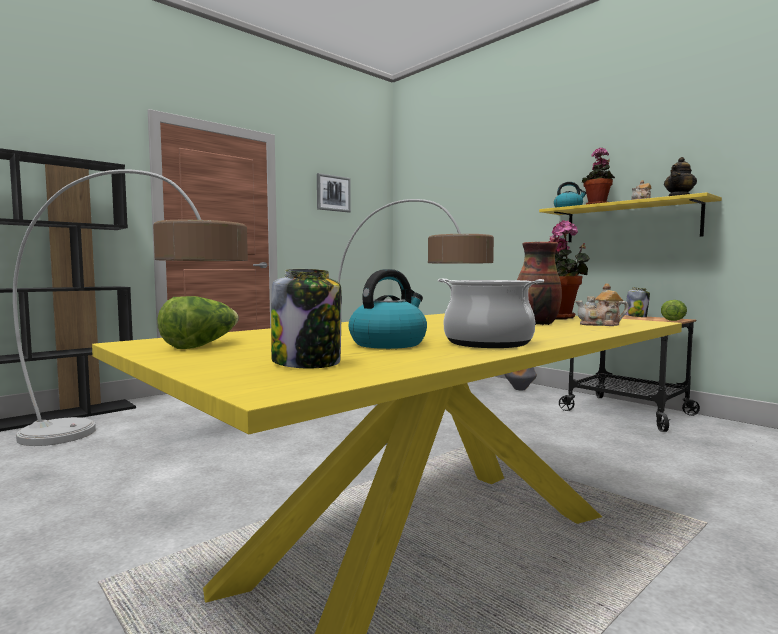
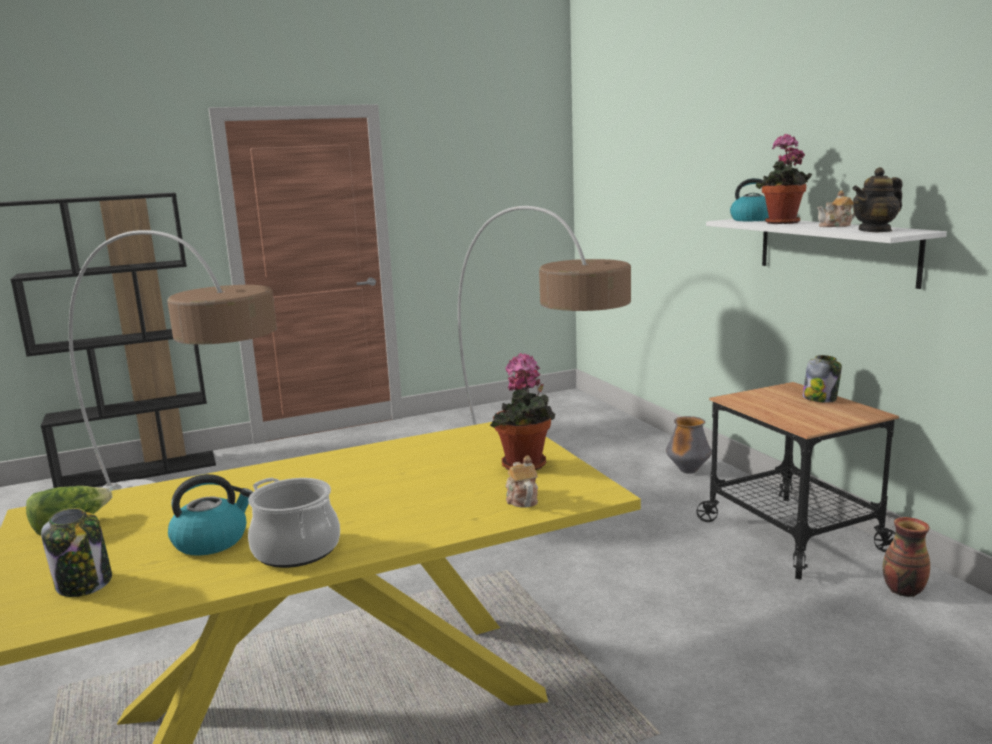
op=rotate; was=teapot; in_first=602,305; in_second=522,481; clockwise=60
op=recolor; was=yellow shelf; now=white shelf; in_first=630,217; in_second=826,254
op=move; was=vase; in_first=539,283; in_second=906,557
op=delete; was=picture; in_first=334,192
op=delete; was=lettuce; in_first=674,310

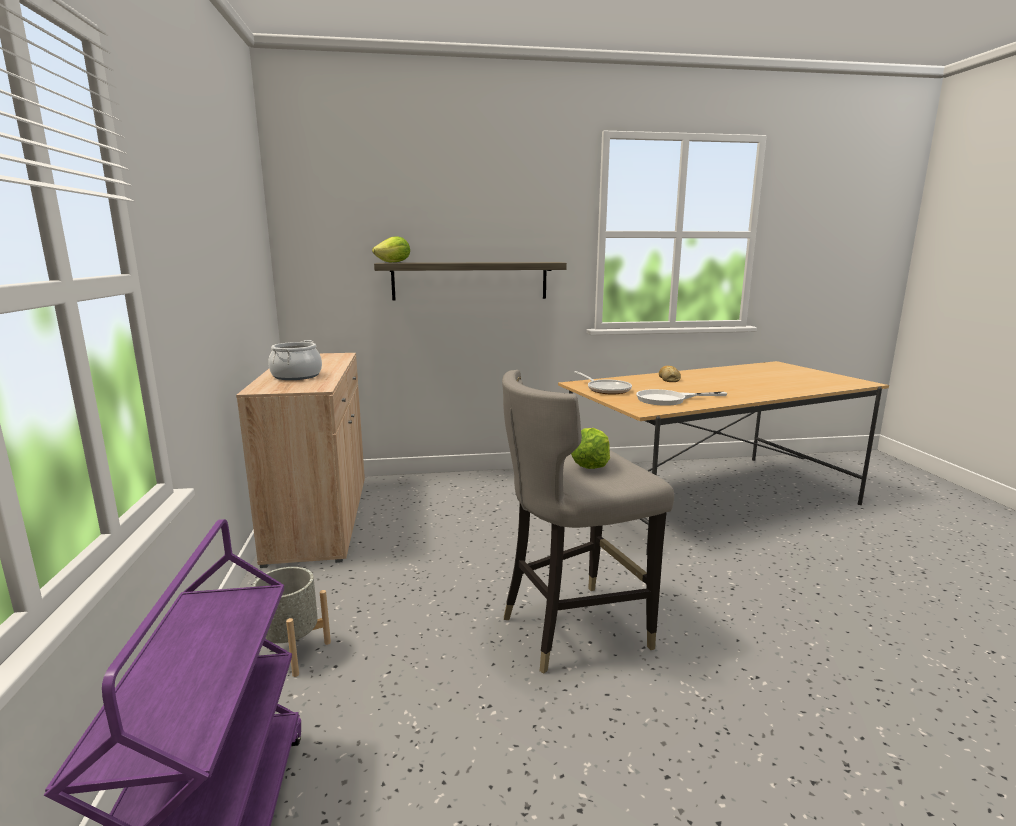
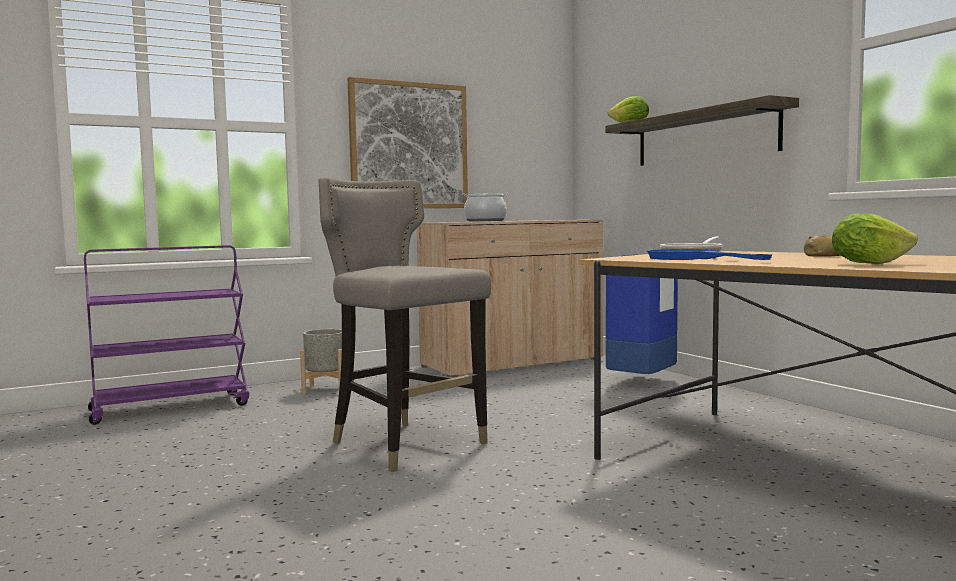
op=insert; now=picture; in_second=408,142
op=insert; now=blue trash can; in_second=642,314
op=recolor; was=white frying pan; now=blue frying pan; in_first=682,397; in_second=709,254
op=move; was=lettuce; in_first=590,448; in_second=875,238

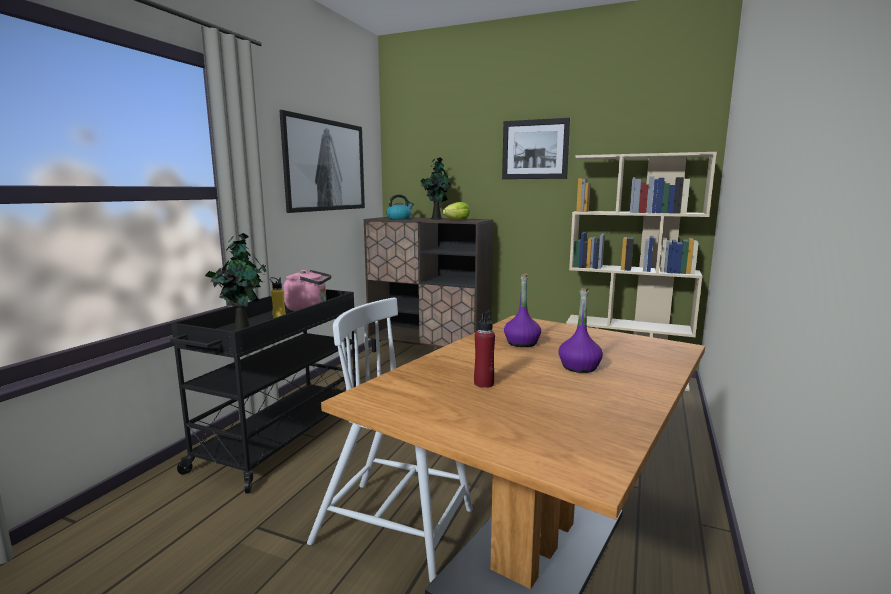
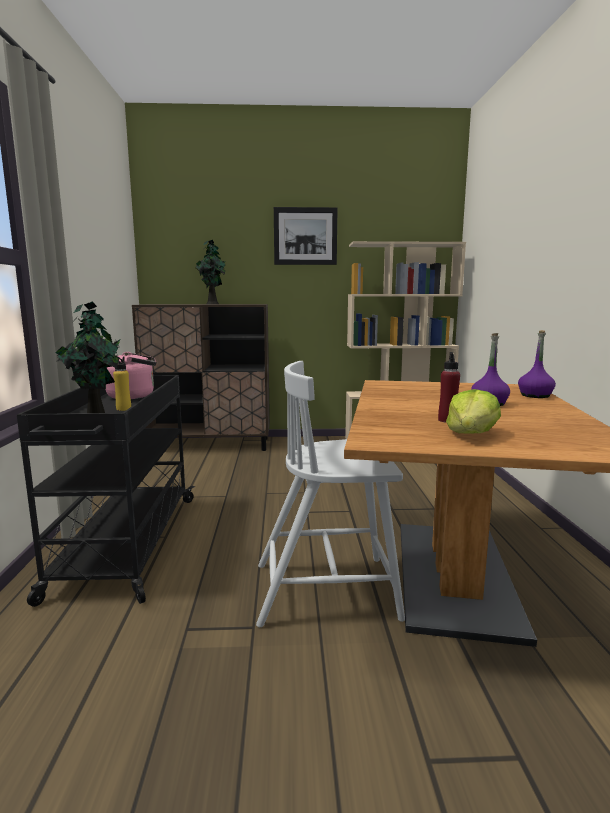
op=move; was=lettuce; in_first=456,211; in_second=473,411
op=move; was=purple bottle; in_first=522,310; in_second=537,364
op=delete; was=picture; in_first=322,161
op=delete; was=kettle; in_first=400,206

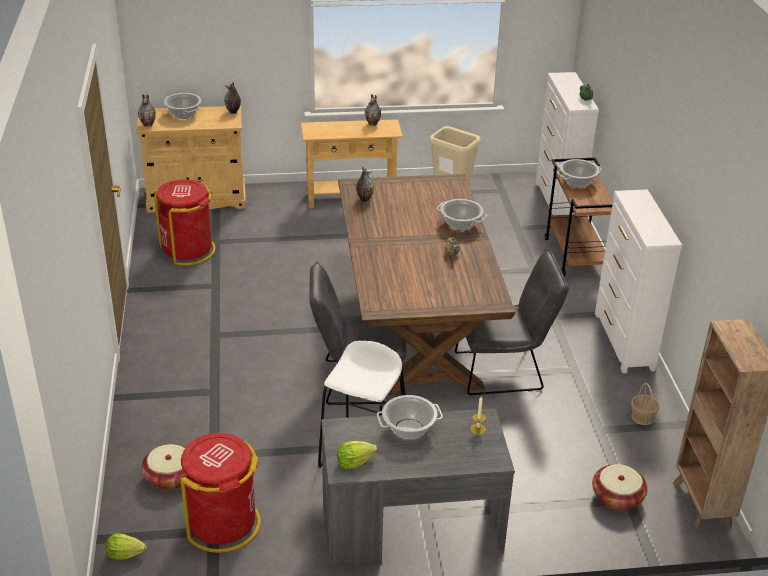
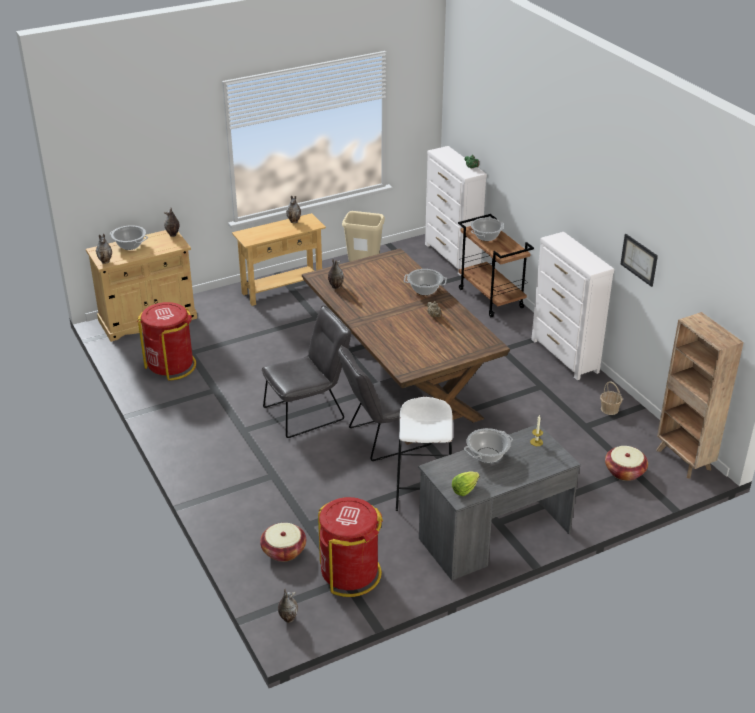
op=move; was=grey chair; in_first=512,322; in_second=306,371
op=replace; was=lettuce; now=vase; in_first=126,546; in_second=288,606
op=insert; now=picture; in_second=639,260

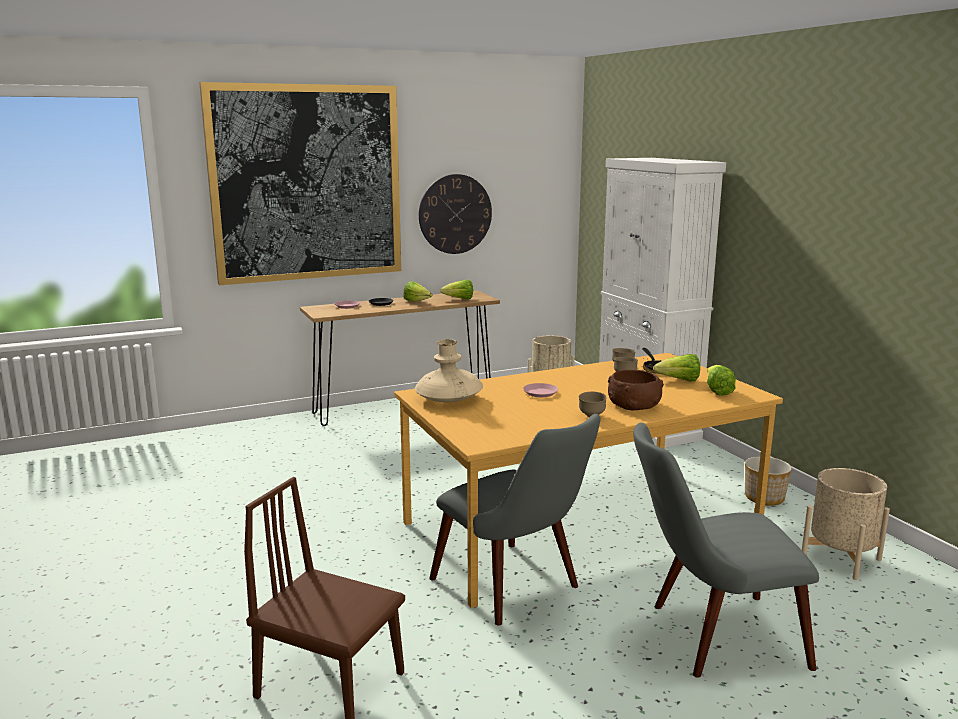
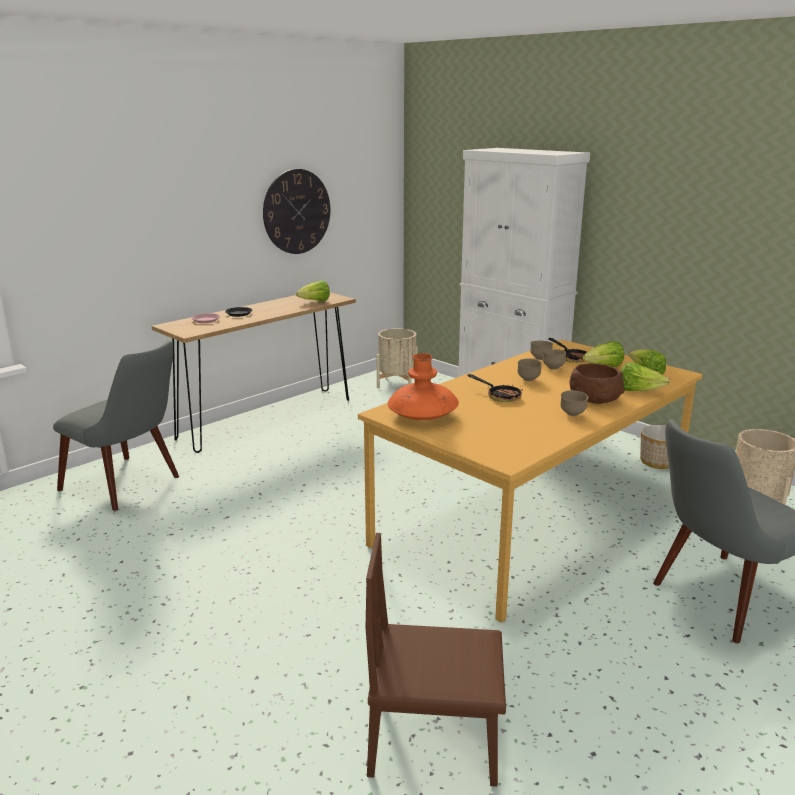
op=move; was=grey chair; in_first=514,520; in_second=116,426
op=recolor; was=beige vase; now=orange vase; in_first=449,370; in_second=423,386
op=replace; was=pink plate; now=frying pan; in_first=540,390; in_second=495,388
op=insert; now=brown bowl; in_second=530,370
op=move; was=lettuce; in_first=418,291; in_second=645,376
op=delete; was=picture; in_first=300,183

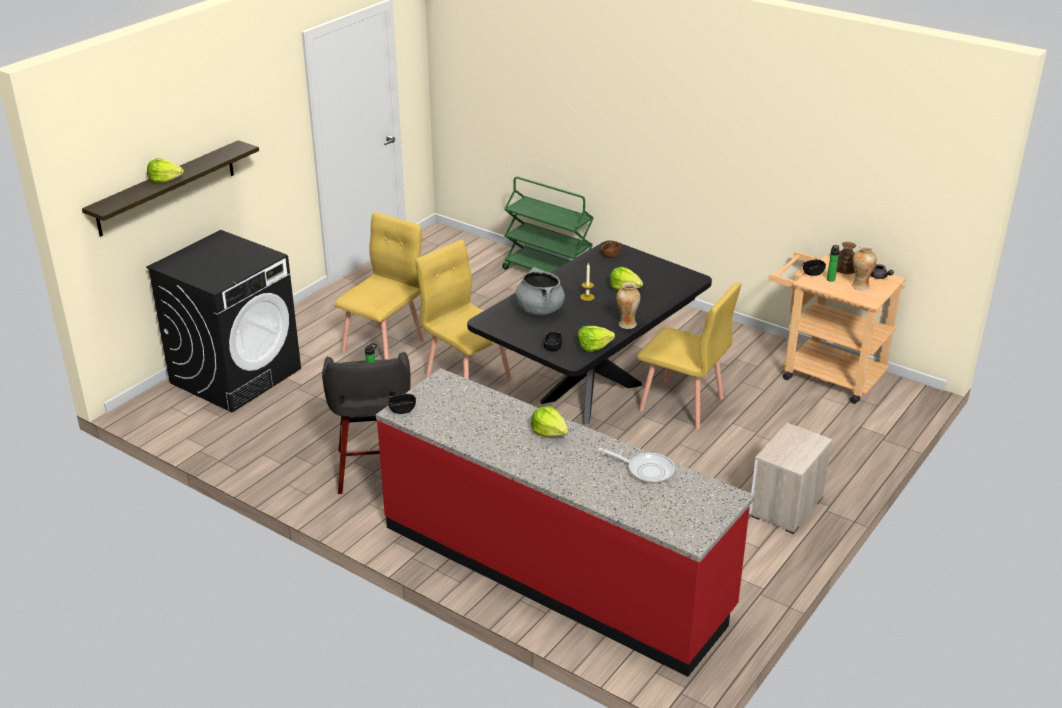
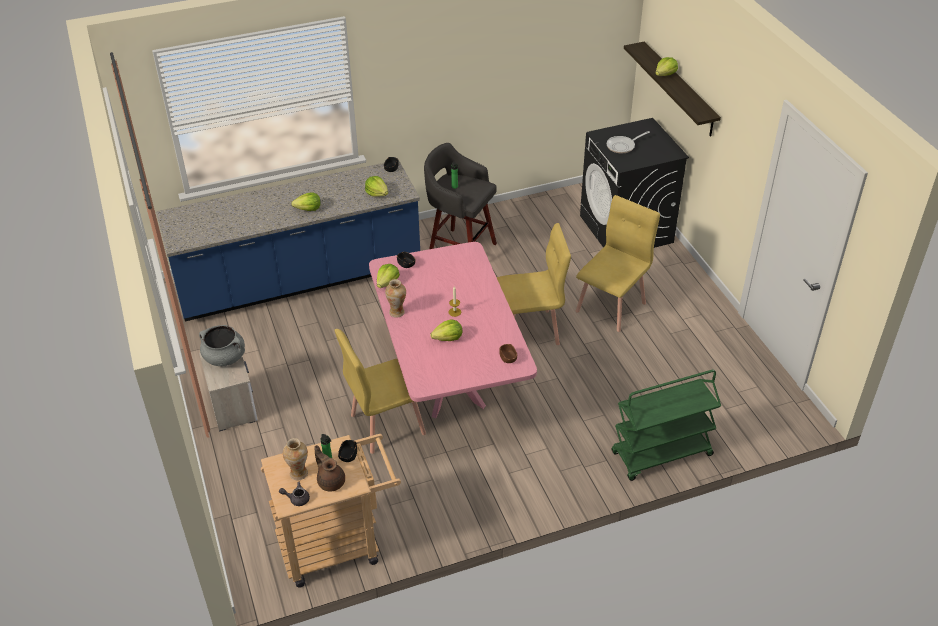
op=recolor; was=red counter; now=blue counter; in_first=565,522; in_second=288,241
op=move; was=grey cooking pot; in_first=540,291; in_second=222,345
op=insert; now=lettuce; in_second=376,186
op=recolor; was=black dining table; now=pink dining table; in_first=589,332; in_second=453,330
op=rotate; was=yellow chair; in_first=379,286; in_second=618,263; clockwise=-120
op=move; was=frying pan; in_first=636,465; in_second=628,142

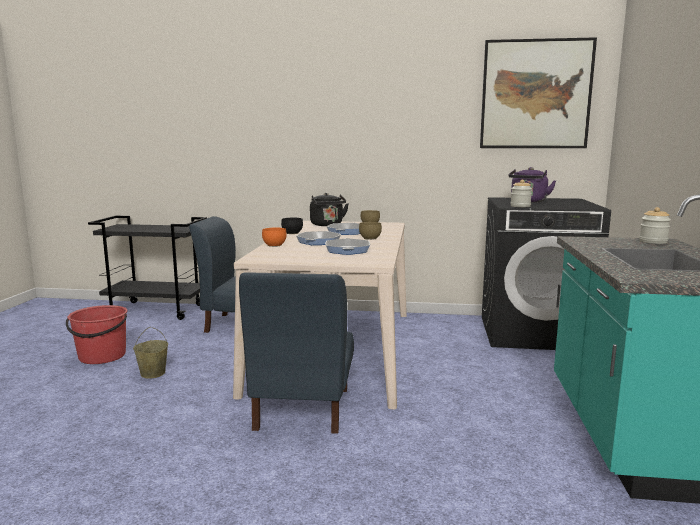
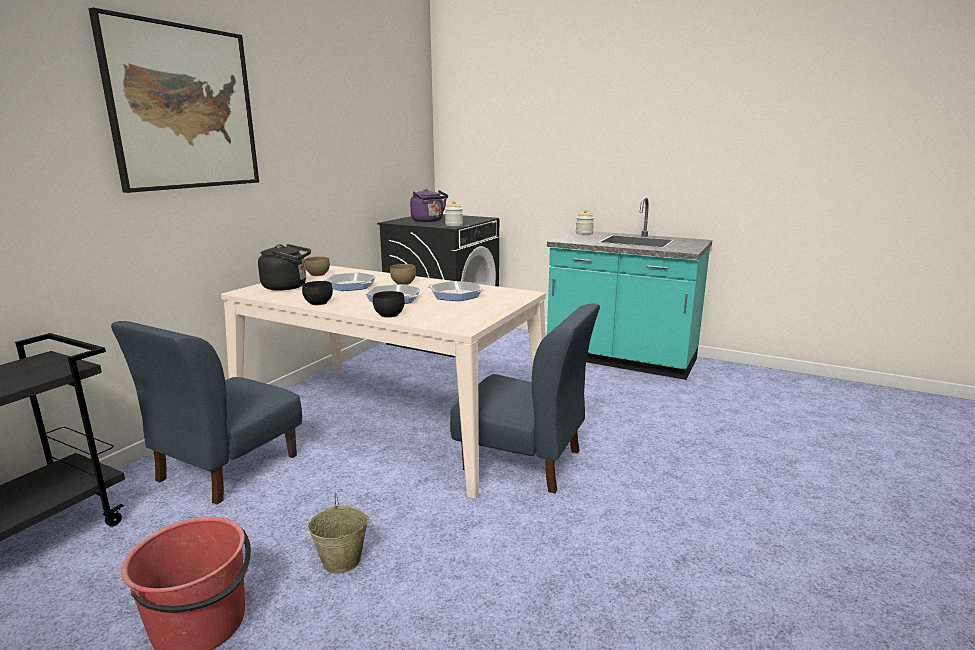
op=move; was=picture; in_first=538,92; in_second=173,100
op=recolor; was=orange bowl; now=black bowl; in_first=274,237; in_second=389,304

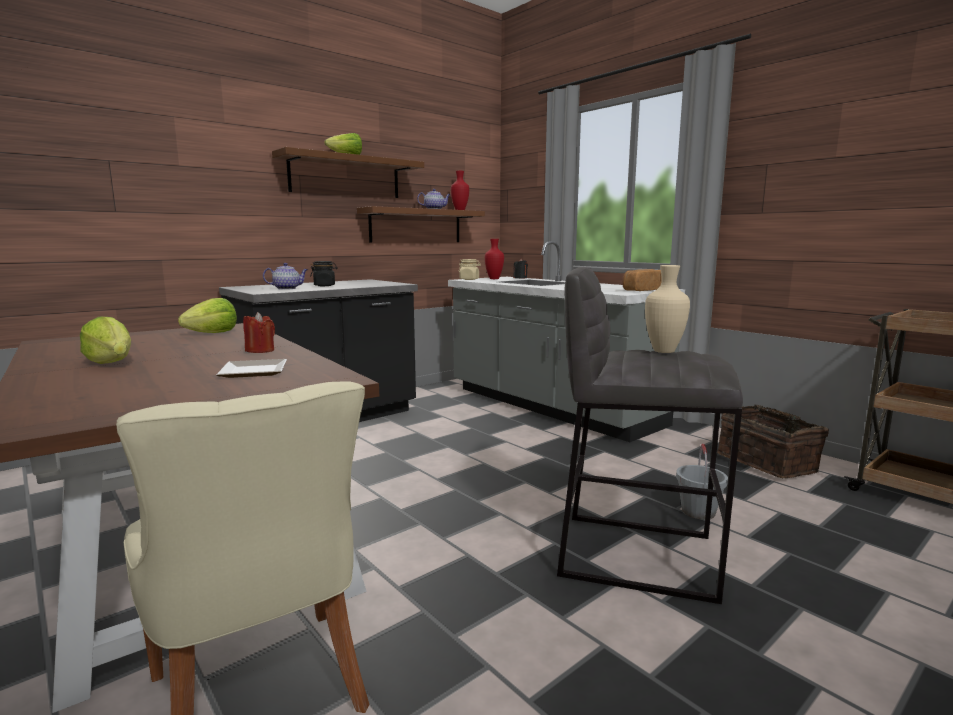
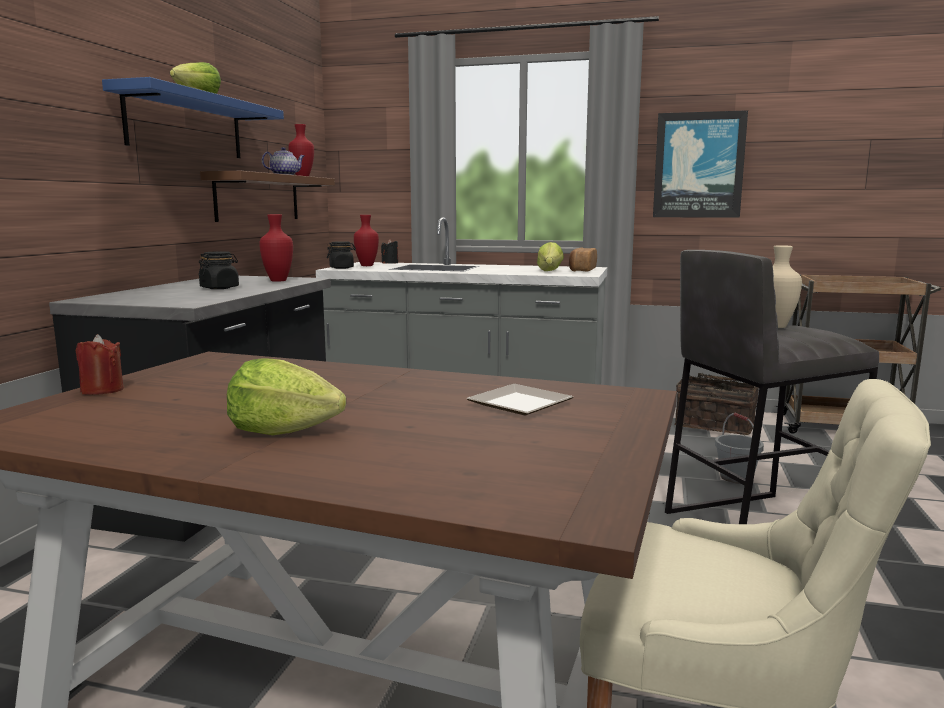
op=move; was=red candle; in_first=259,332; in_second=100,364
op=recolor; was=brown shelf; now=blue shelf; in_first=348,172; in_second=193,117
op=insert; now=red vase; in_second=276,248
op=recolor; was=beige jar; now=black jar; in_first=469,269; in_second=341,255
op=move; was=lettuce; in_first=207,315; in_second=550,256
op=insert; now=picture; in_second=700,164
op=delete; was=teapot; in_first=285,276

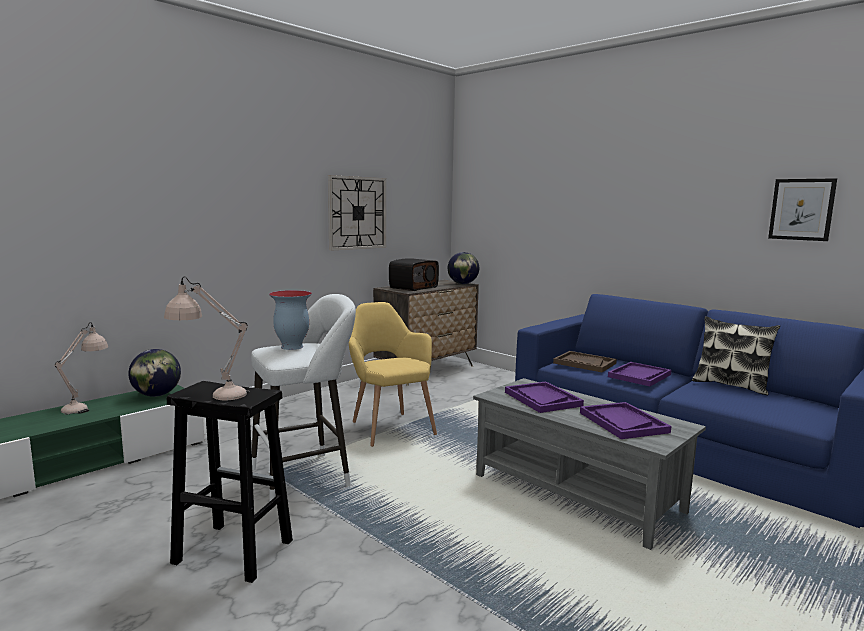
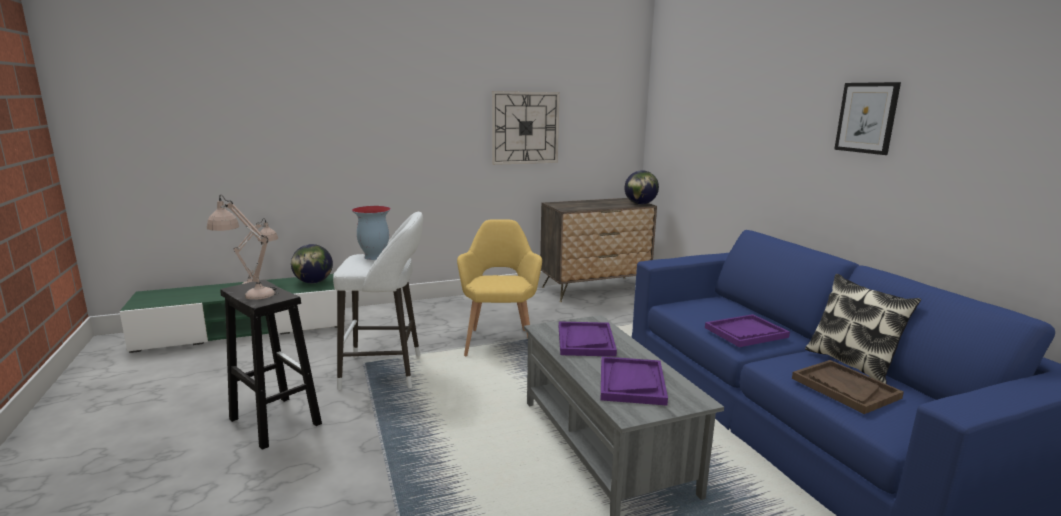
op=move; was=brown tray; in_first=585,361; in_second=848,387
op=move; was=picture; in_first=802,209; in_second=867,118
op=delete; was=radio; in_first=414,274

